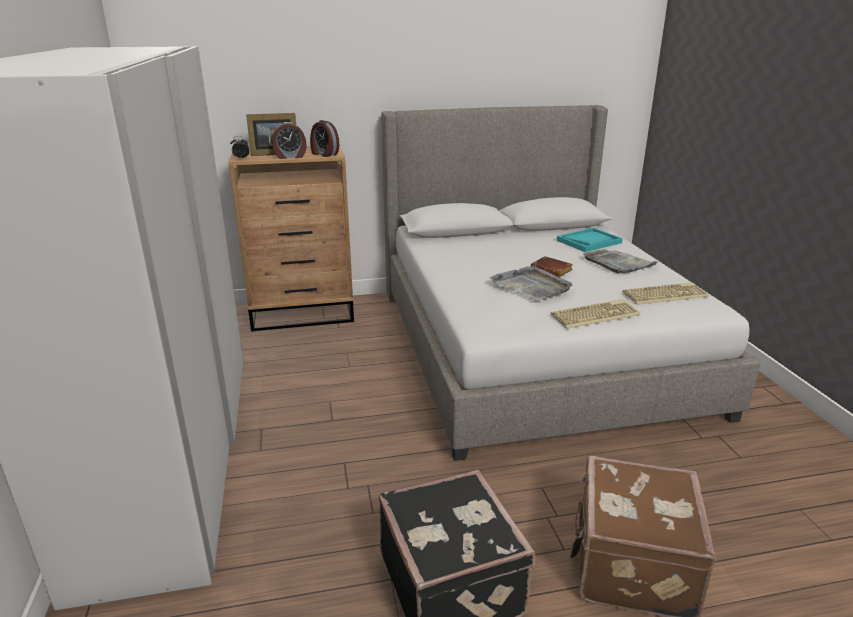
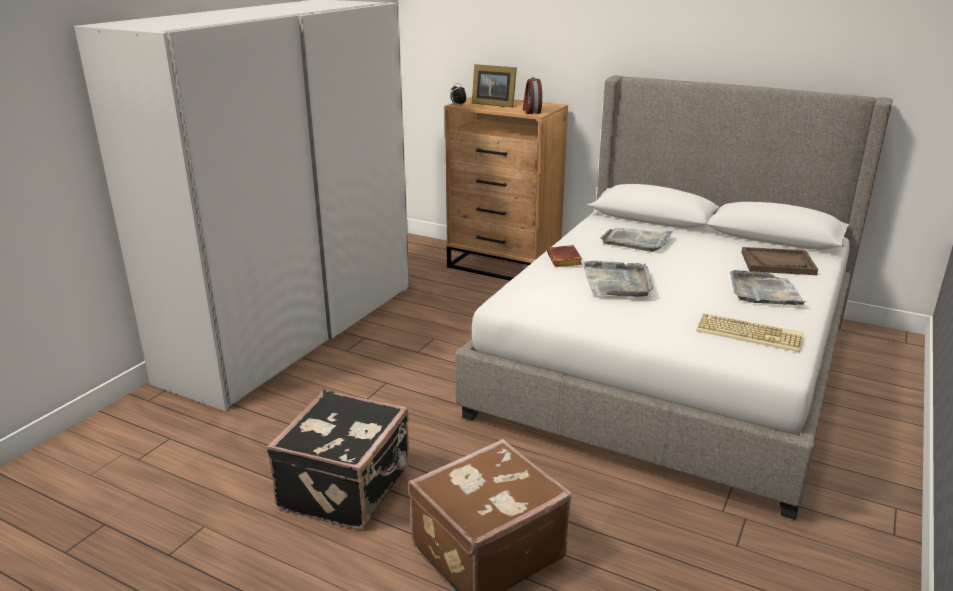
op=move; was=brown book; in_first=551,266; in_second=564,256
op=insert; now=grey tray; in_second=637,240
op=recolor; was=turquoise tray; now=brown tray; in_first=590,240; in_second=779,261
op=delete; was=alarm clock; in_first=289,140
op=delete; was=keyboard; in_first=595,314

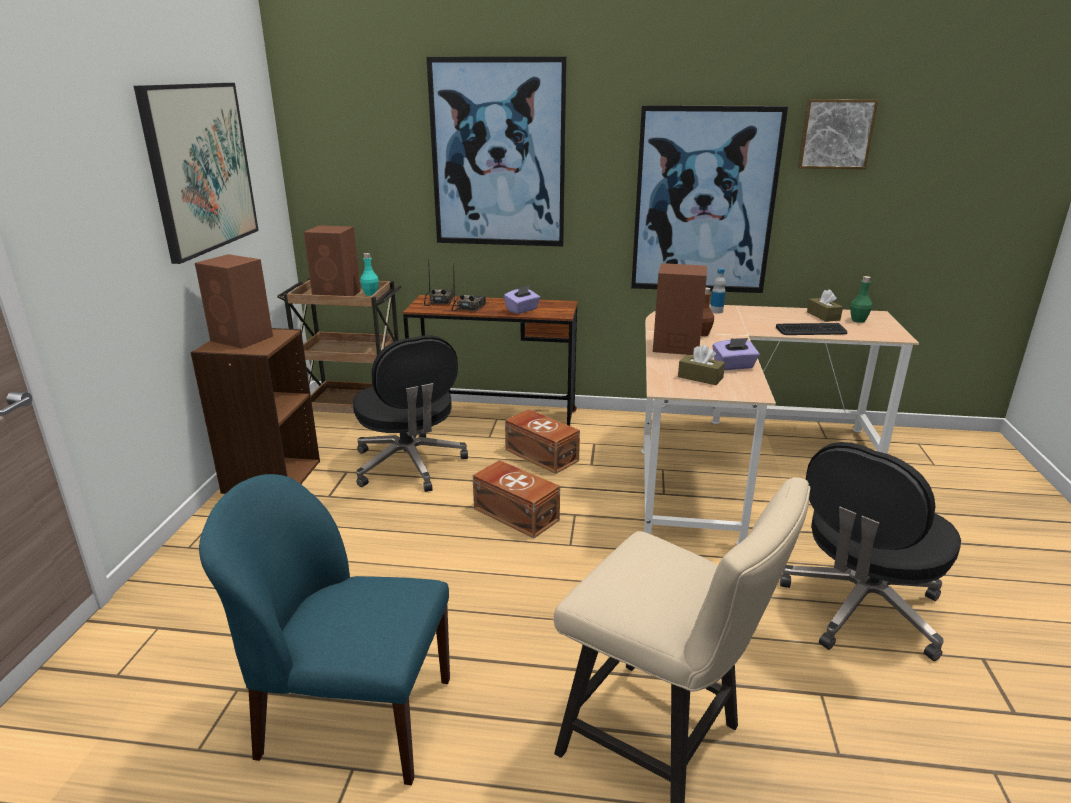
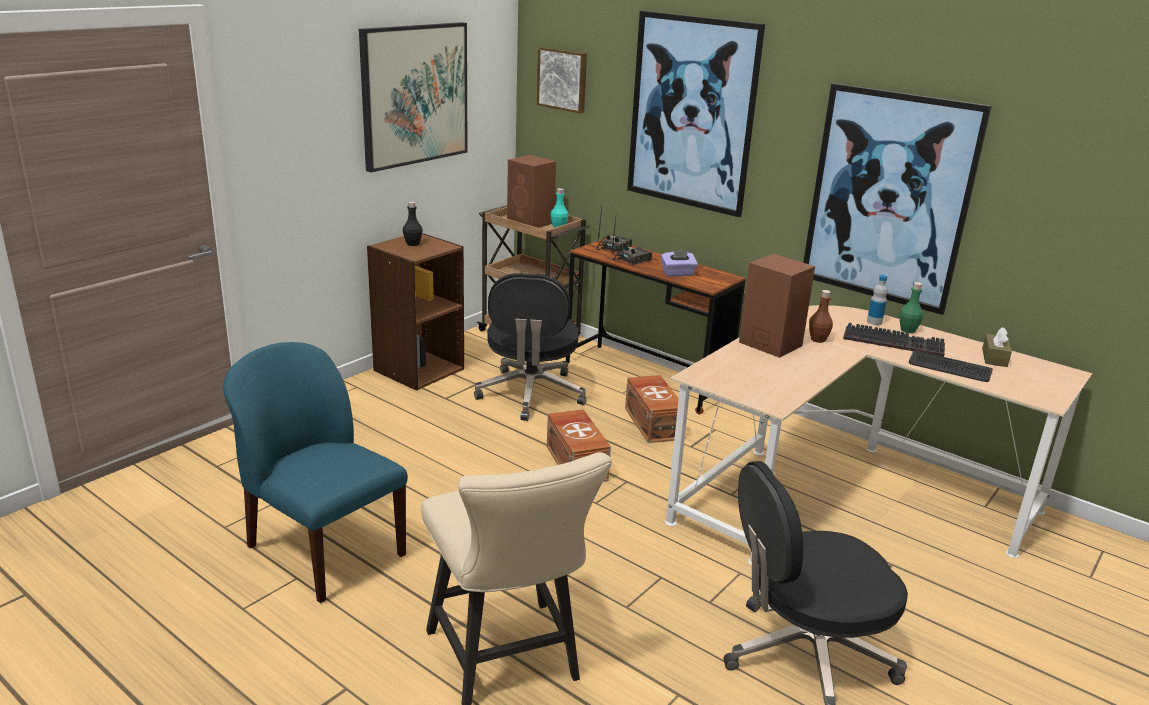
op=replace; was=brown speaker; now=black bottle; in_first=234,301; in_second=413,224
op=move; was=picture; in_first=838,134; in_second=562,80
op=insert; now=keyboard; in_second=894,340
op=move; was=green bottle; in_first=861,299; in_second=911,307
op=delete; was=brown tissue box; in_first=701,365
op=delete; was=purple tissue box; in_first=736,354

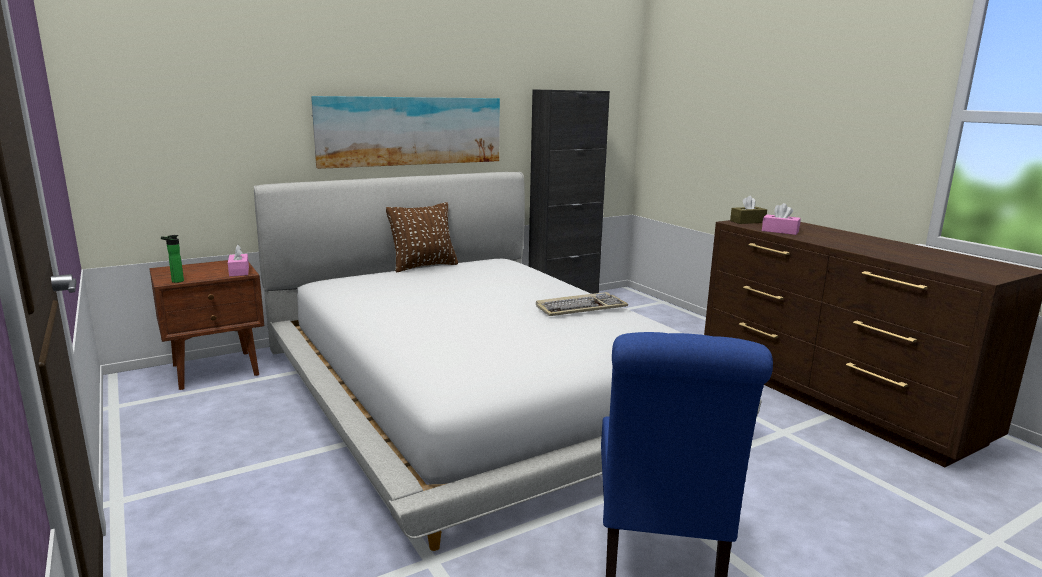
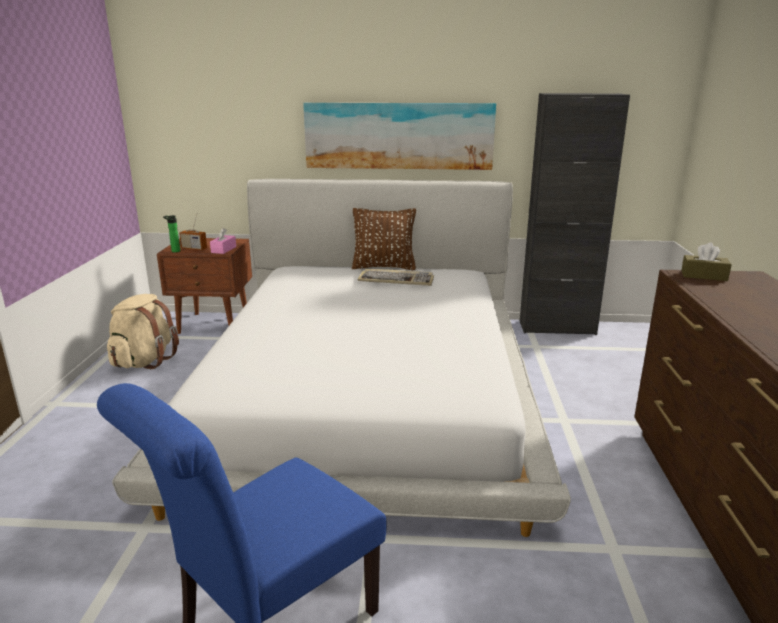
op=insert; now=beige backpack; in_second=143,331
op=insert; now=radio; in_second=193,234
op=move; was=keyboard; in_first=582,304; in_second=396,277
op=delete; was=pink tissue box; in_first=781,219

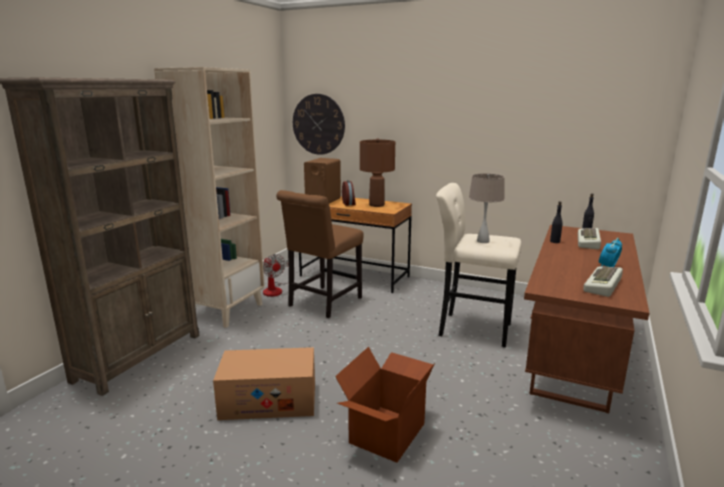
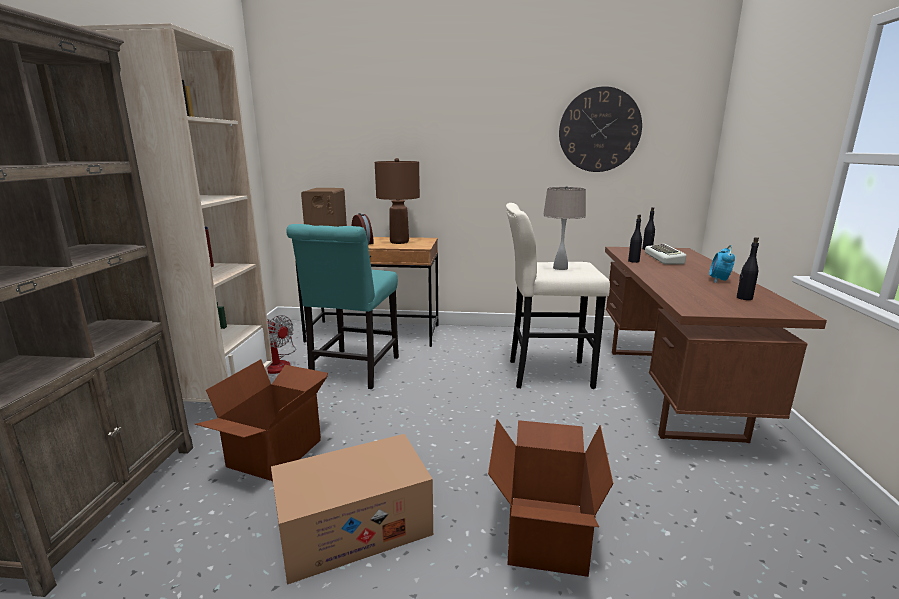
op=insert; now=cardboard box; in_second=261,420
op=recolor; was=brown chair; now=turquoise chair; in_first=319,254; in_second=342,306
op=move; was=wall clock; in_first=319,124; in_second=600,129
op=replace; was=keyboard; now=black bottle; in_first=603,281; in_second=748,268

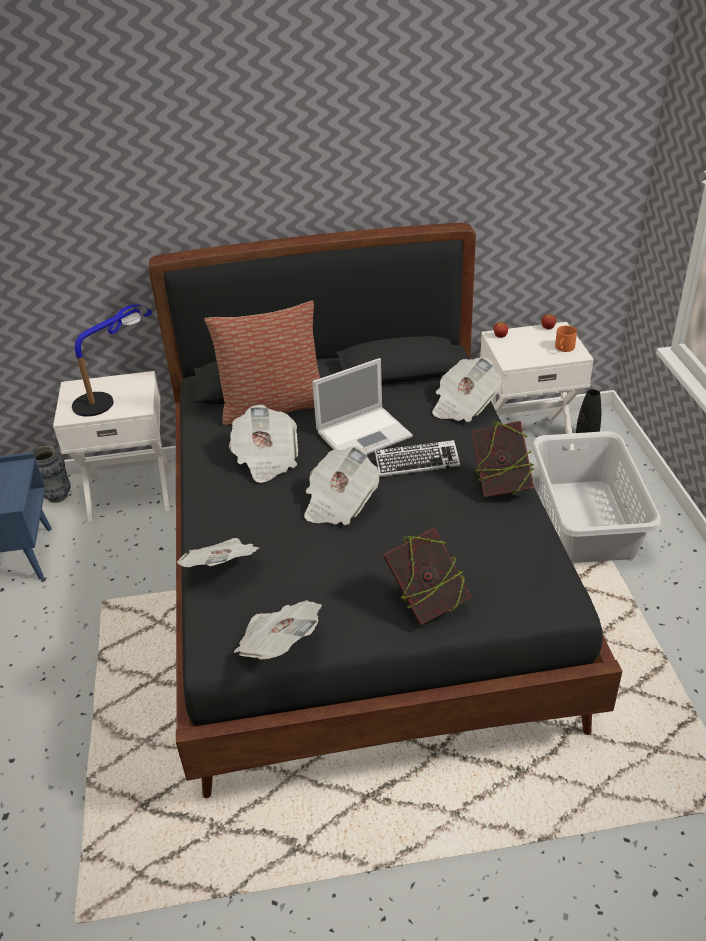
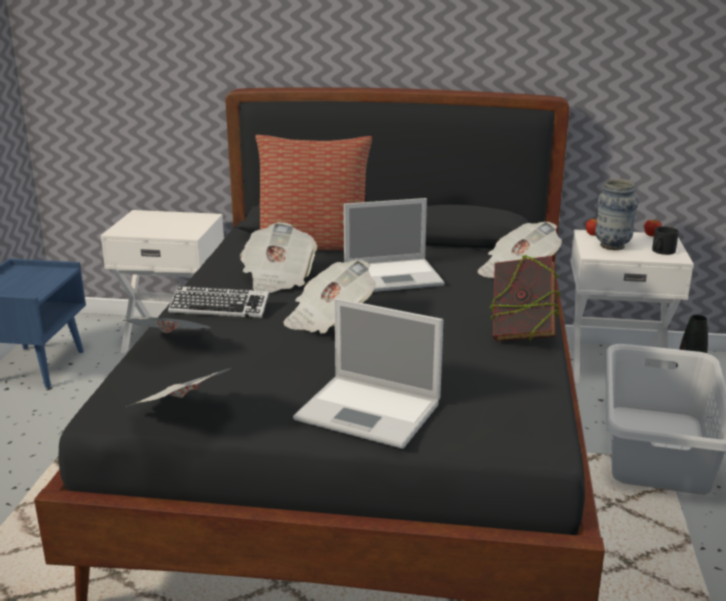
op=move; was=keyboard; in_first=417,458; in_second=218,302
op=replace; was=book; now=laptop; in_first=427,576; in_second=368,373
op=move; was=vase; in_first=52,474; in_second=616,214
op=recolor; was=orange mug; now=black mug; in_first=566,339; in_second=665,241
op=delete; was=table lamp; in_first=112,361

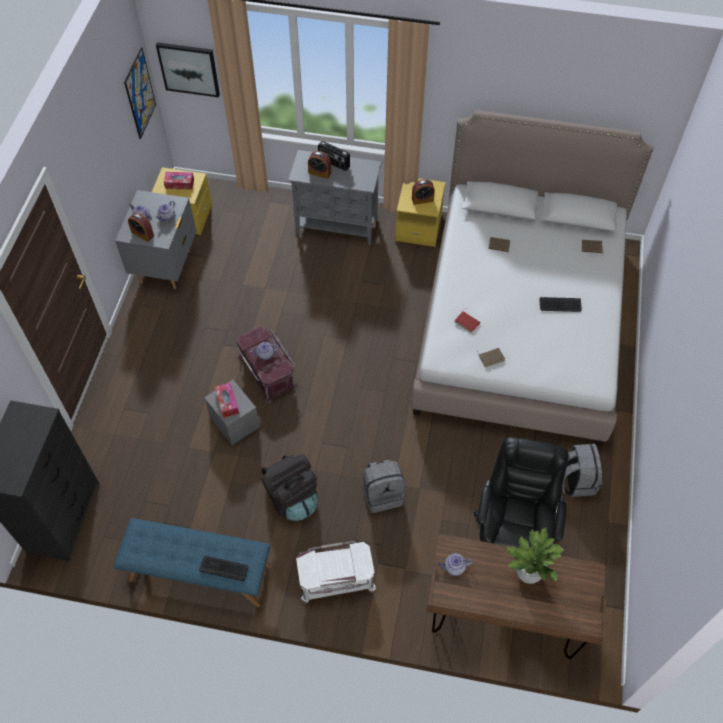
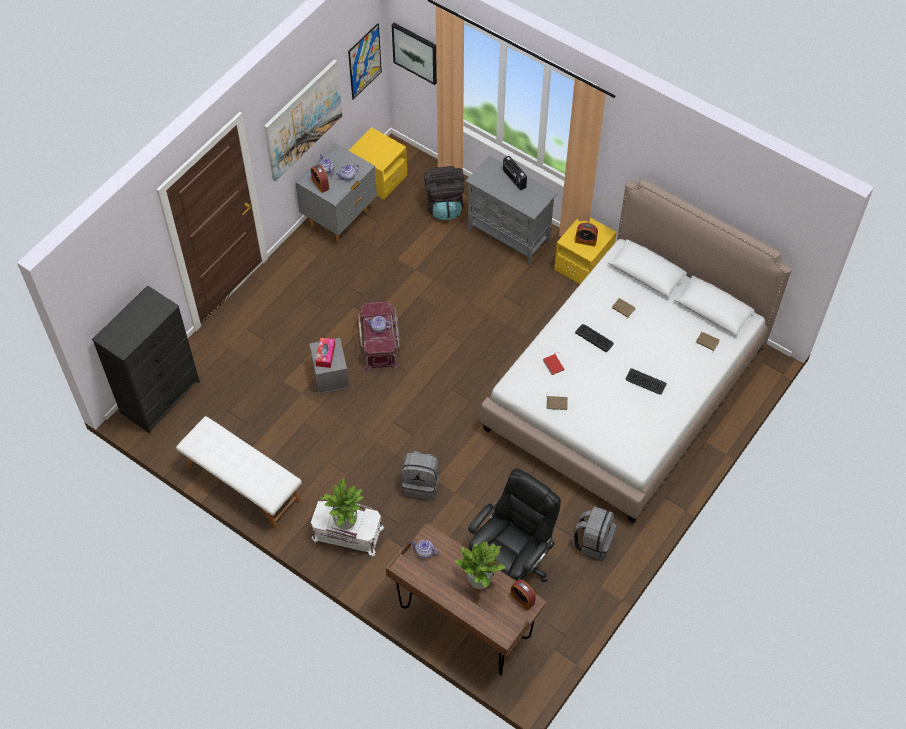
op=recolor; was=blue bench; now=white bench; in_first=192,562; in_second=239,472
op=insert; now=picture; in_second=303,121
op=insert; now=potted plant; in_second=342,504
op=move; was=black backpack; in_first=289,487; in_second=444,193
op=move; was=alarm clock; in_first=319,165; in_second=523,594
op=move; was=keyboard; in_first=224,568; in_second=594,338
op=delete; was=tissue box; in_first=179,181

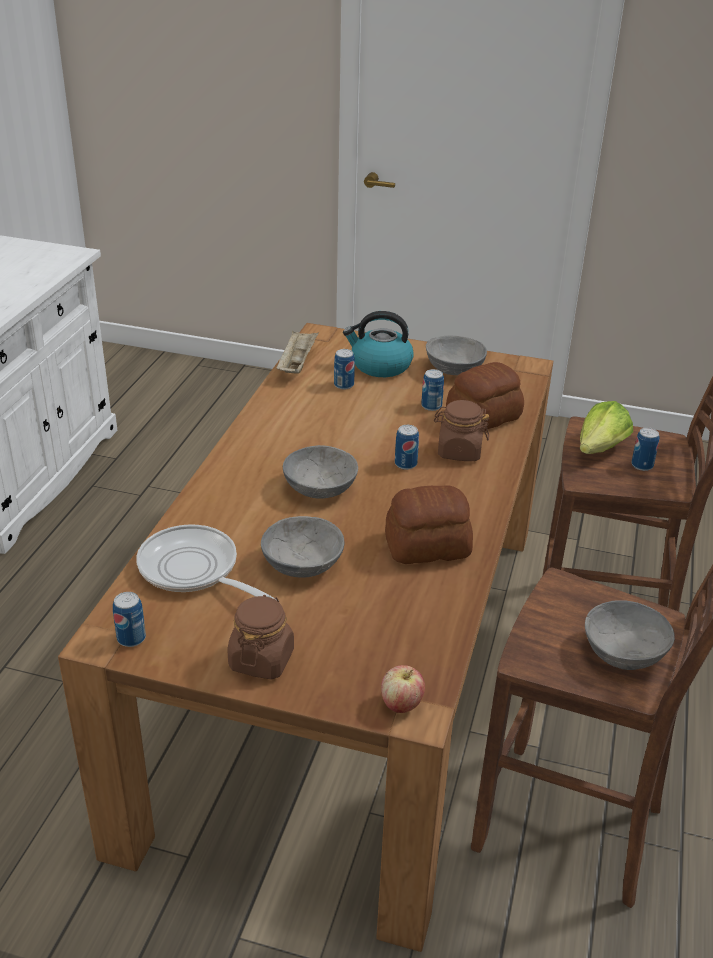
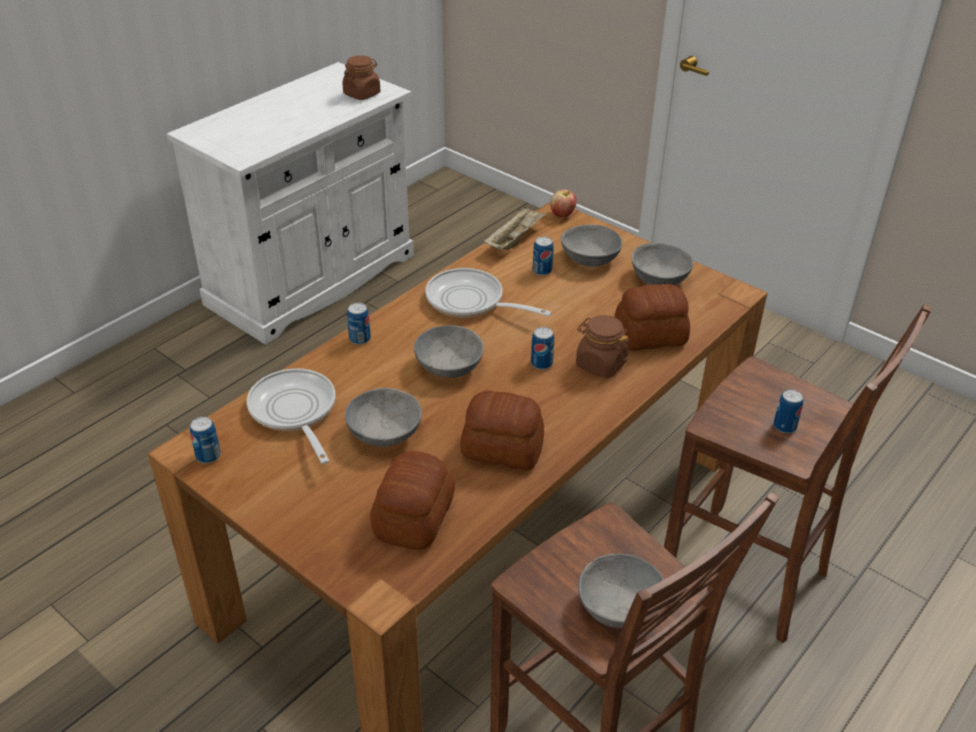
op=move; was=brown jar; in_first=261,637; in_second=361,77
op=move; was=can; in_first=432,390; in_second=359,324
op=insert; now=bread; in_second=412,500
op=insert; now=frying pan; in_second=488,292
op=move; was=apple; in_first=403,689; in_second=563,203
op=replace; was=kettle; now=grey bowl; in_first=378,344; in_second=591,245
op=delete; was=lettuce; in_first=606,427

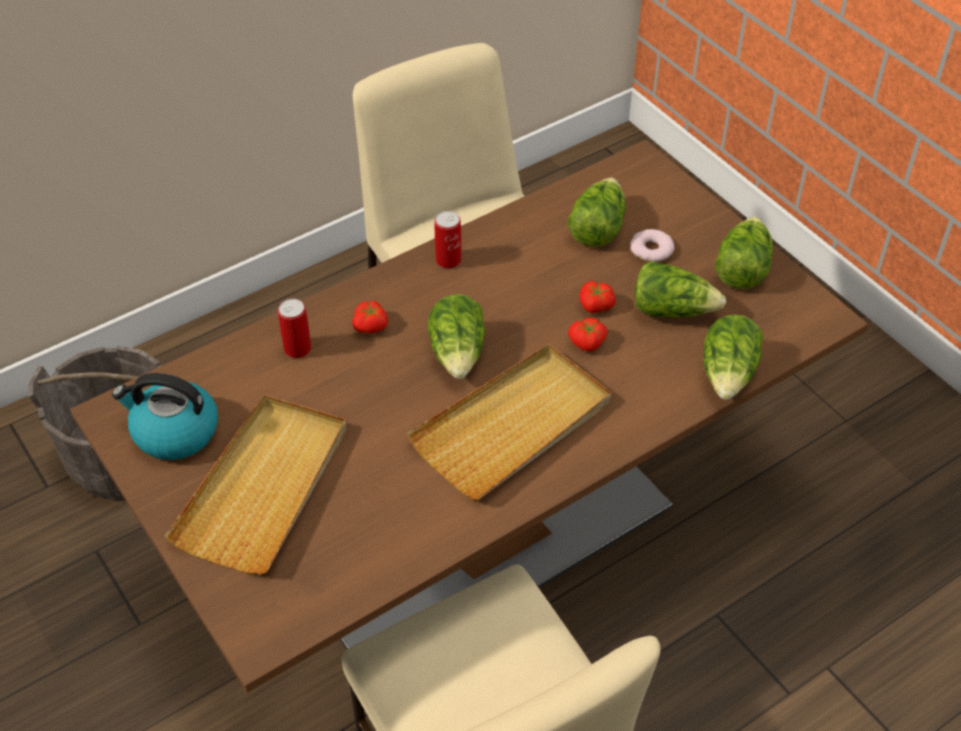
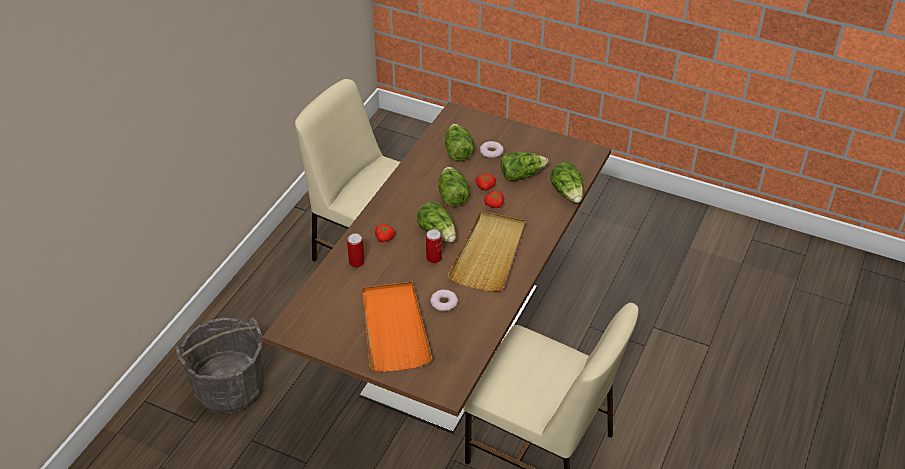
op=recolor; was=beige tray; now=orange tray; in_first=255,484; in_second=397,327
op=move; was=can; in_first=448,240; in_second=434,246
op=insert; now=donut; in_second=444,300
op=move; was=lettuce; in_first=744,252; in_second=454,186
op=delete; was=kettle; in_first=165,416

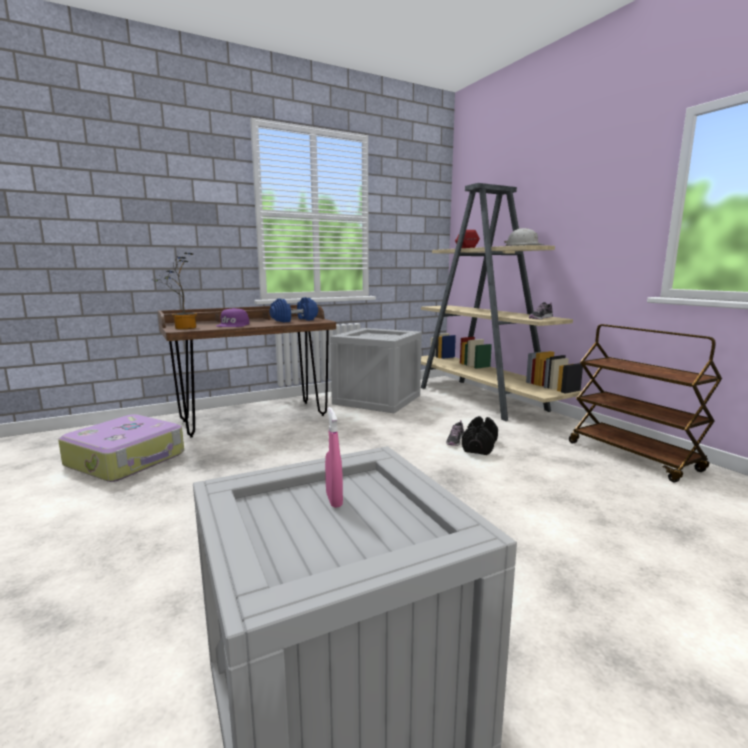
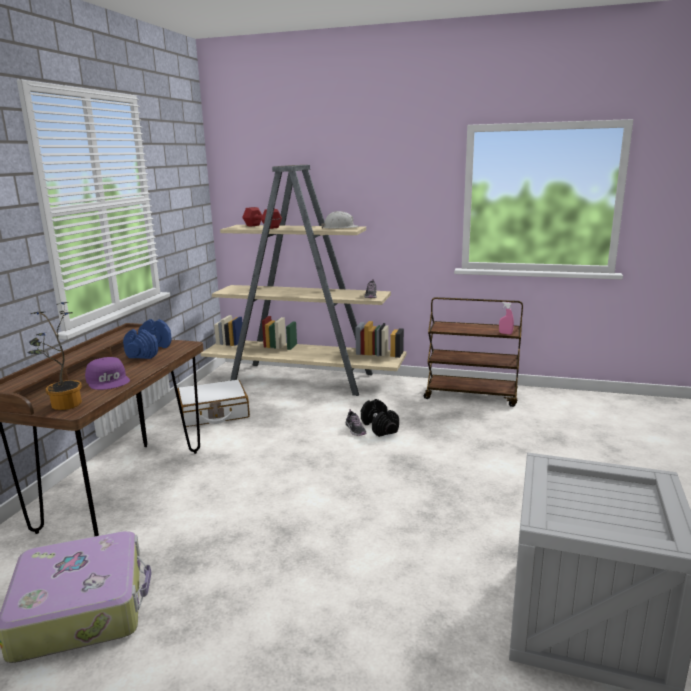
op=replace; was=crate; now=white suitcase; in_first=376,370; in_second=213,403
op=move; was=pink spray bottle; in_first=334,457; in_second=506,318

